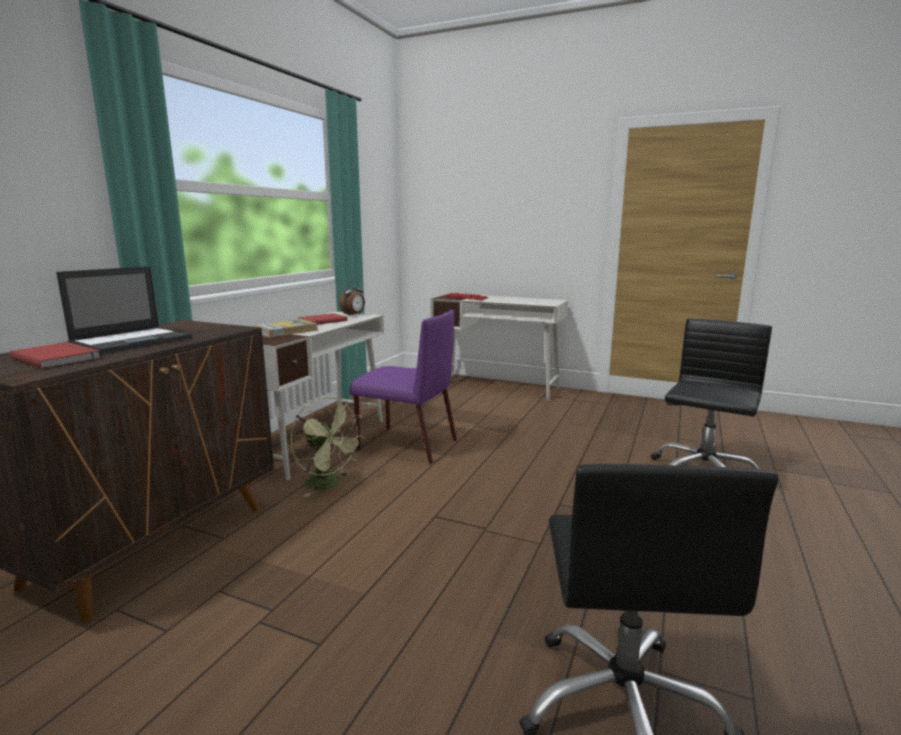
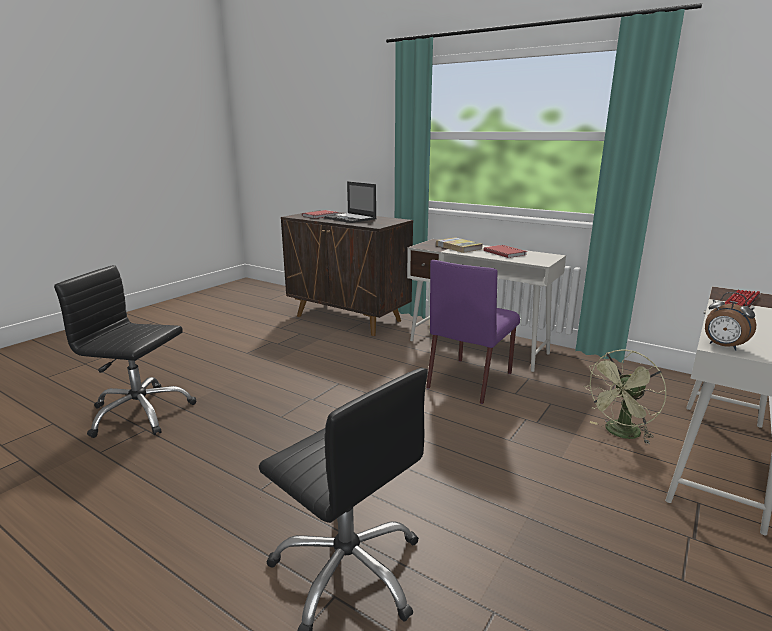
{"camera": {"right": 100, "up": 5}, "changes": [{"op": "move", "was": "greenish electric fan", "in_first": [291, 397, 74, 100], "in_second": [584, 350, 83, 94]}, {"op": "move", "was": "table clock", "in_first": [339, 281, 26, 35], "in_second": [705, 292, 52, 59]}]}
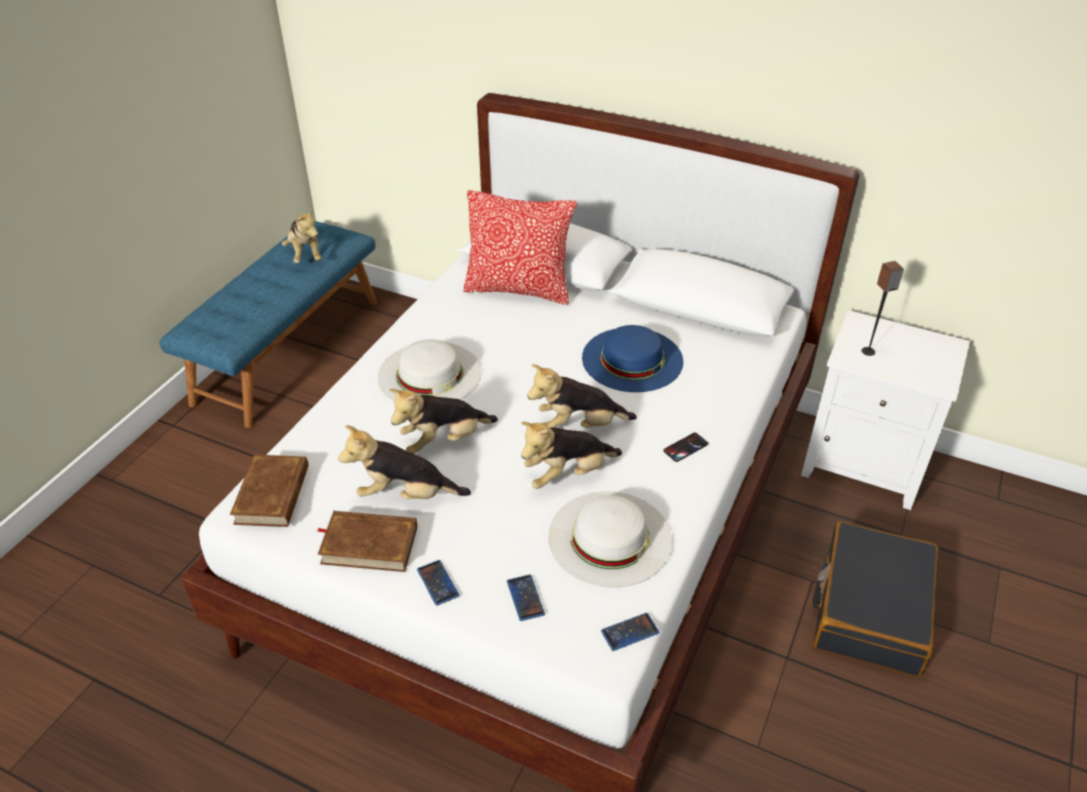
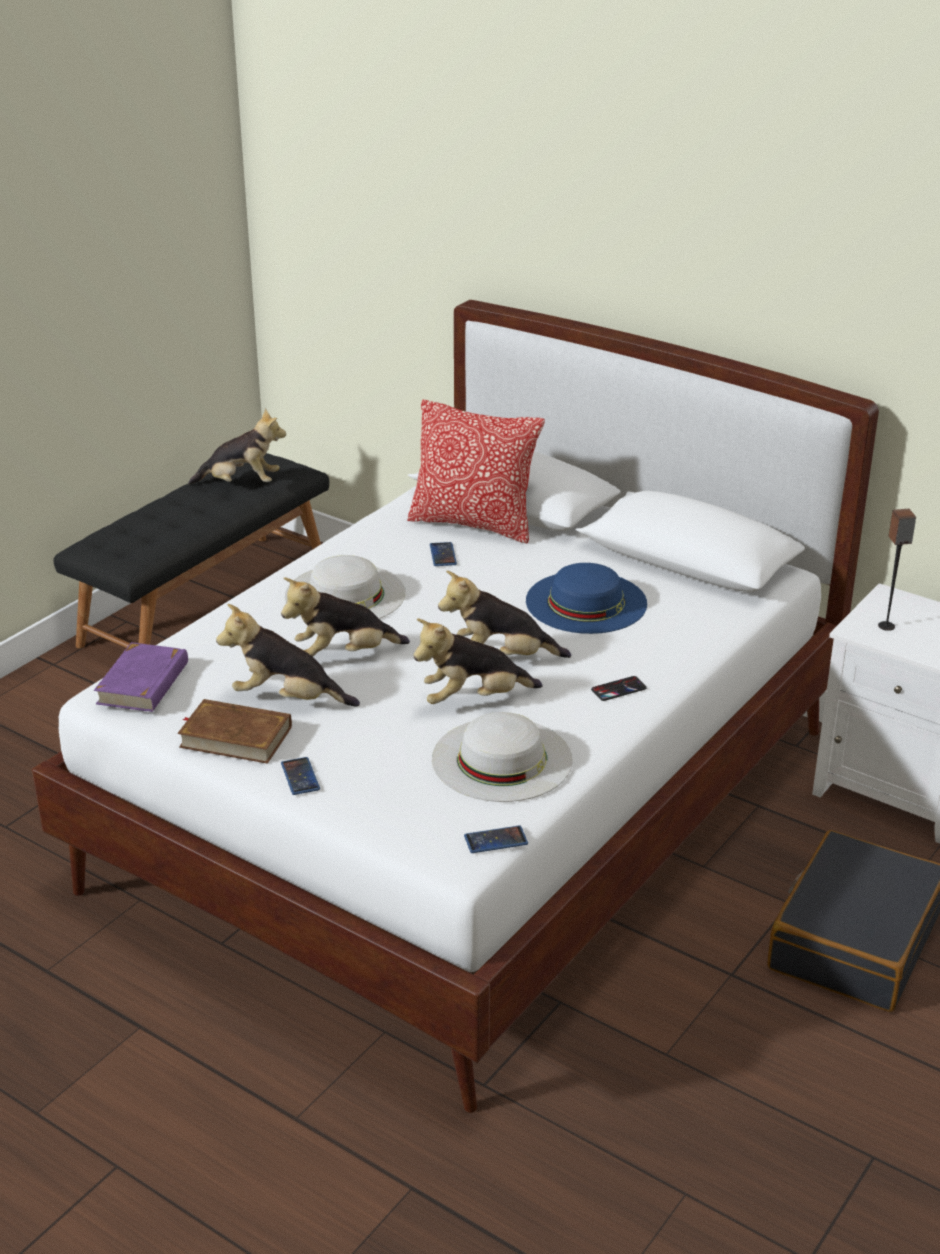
{"camera": {"right": 10, "up": -10}, "changes": [{"op": "recolor", "was": "blue-coloured bench", "now": "black bench", "in_first": [159, 221, 218, 207], "in_second": [54, 453, 275, 195]}, {"op": "recolor", "was": "brown-coloured bound book", "now": "purple-coloured bound book", "in_first": [230, 455, 79, 72], "in_second": [94, 642, 94, 70]}, {"op": "rotate", "was": "cuddly toy", "in_first": [282, 208, 40, 55], "in_second": [188, 408, 98, 77], "clockwise": -75}, {"op": "move", "was": "phone", "in_first": [507, 575, 38, 46], "in_second": [430, 542, 27, 24]}]}
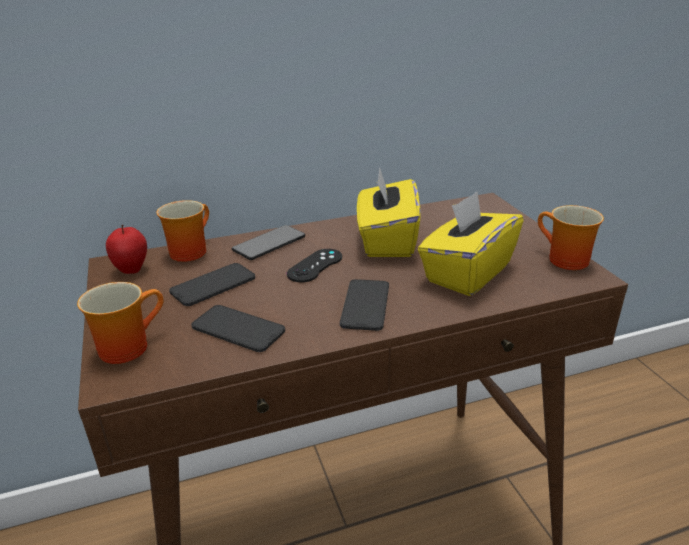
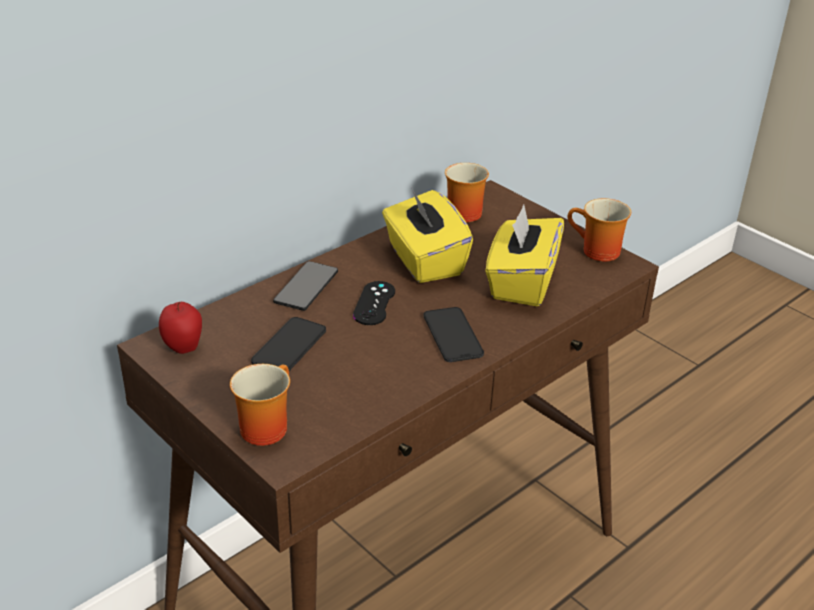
{"camera": {"right": -25, "up": 5}, "changes": [{"op": "move", "was": "tea mug", "in_first": [156, 200, 53, 62], "in_second": [445, 163, 44, 59]}, {"op": "delete", "was": "phone", "in_first": [191, 305, 94, 47]}]}
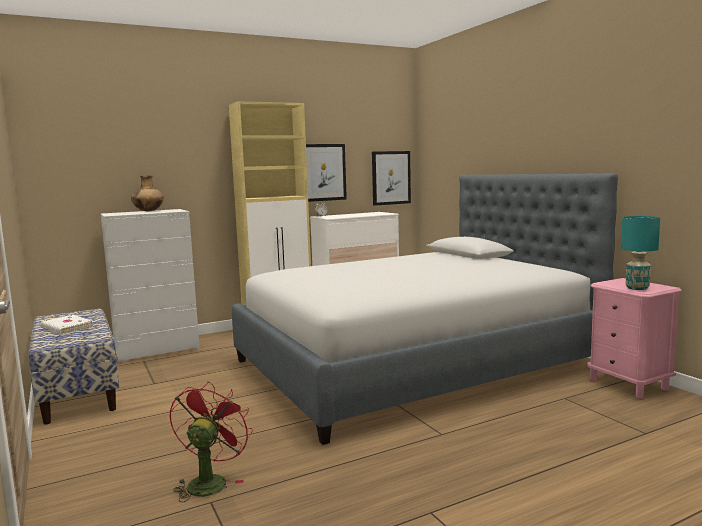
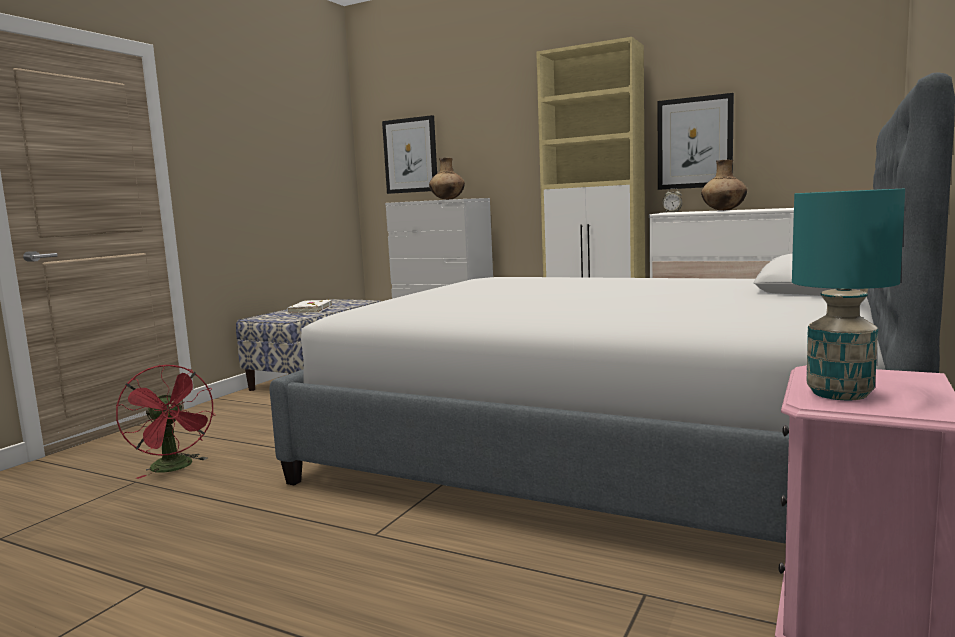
{"camera": {"right": 55, "up": 0}, "changes": [{"op": "rotate", "was": "red electric fan", "in_first": [170, 381, 83, 121], "in_second": [116, 365, 100, 114], "clockwise": 75}, {"op": "move", "was": "picture", "in_first": [372, 151, 39, 55], "in_second": [382, 115, 55, 79]}, {"op": "insert", "now": "brown-coloured vase", "in_second": [701, 160, 46, 51]}]}
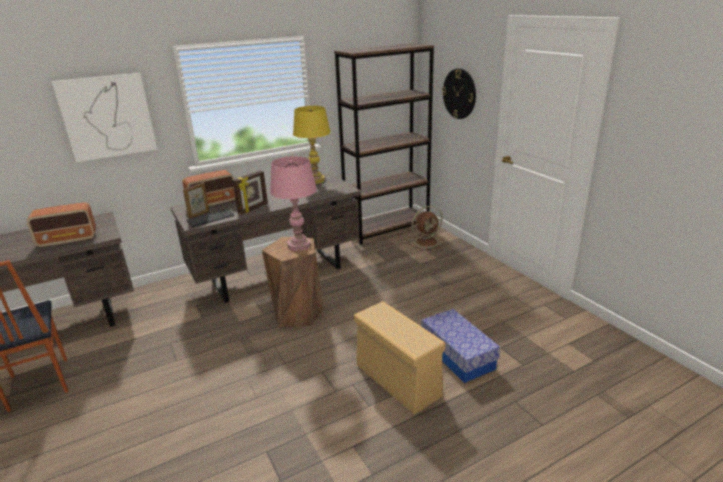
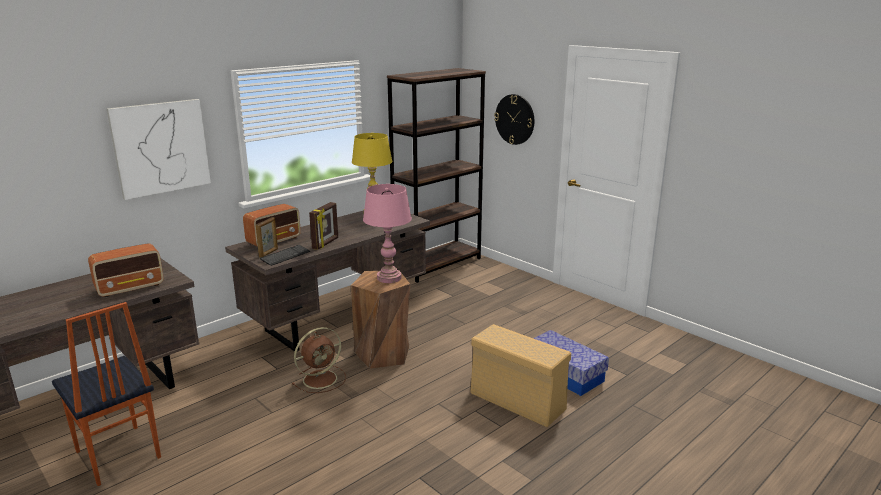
{"camera": {"right": -15, "up": -5}, "changes": [{"op": "move", "was": "brown-coloured electric fan", "in_first": [408, 206, 37, 44], "in_second": [292, 327, 54, 66]}]}
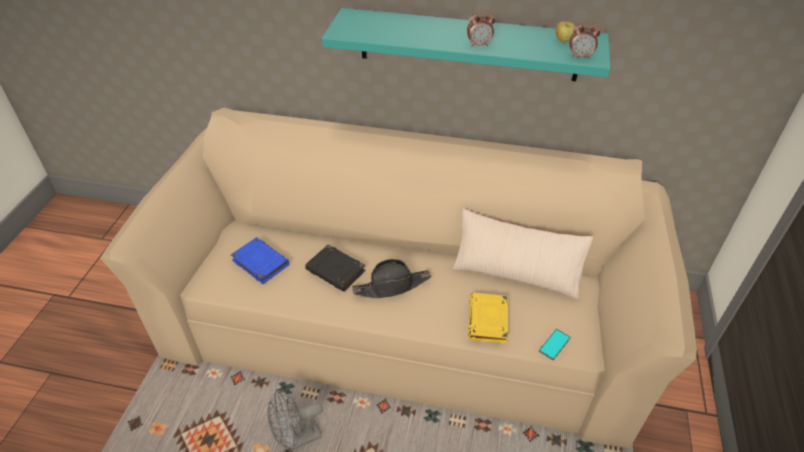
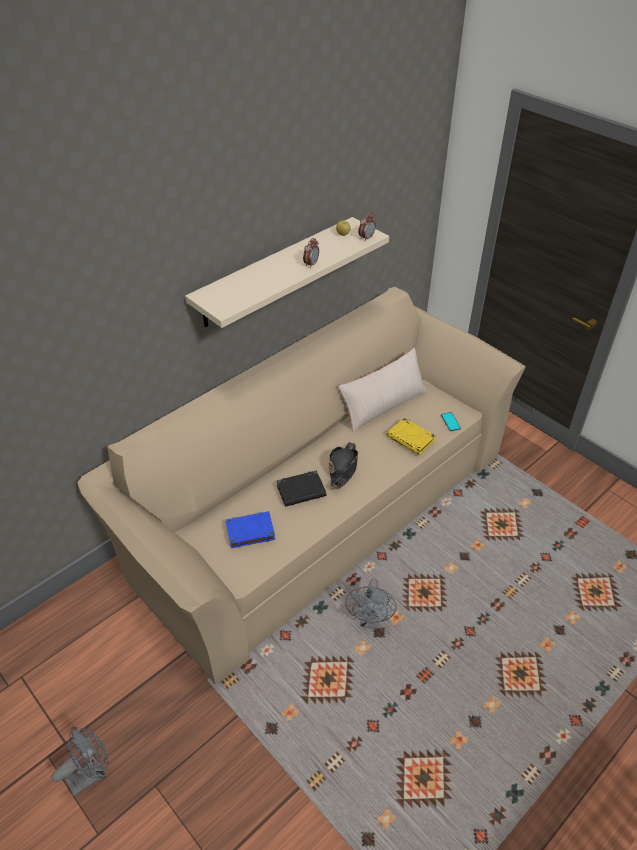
{"camera": {"right": -55, "up": 0}, "changes": [{"op": "recolor", "was": "blue-green wall shelf", "now": "beige-coloured wall shelf", "in_first": [322, 8, 289, 73], "in_second": [185, 217, 204, 111]}, {"op": "insert", "now": "greyish electric fan", "in_second": [51, 727, 58, 70]}]}
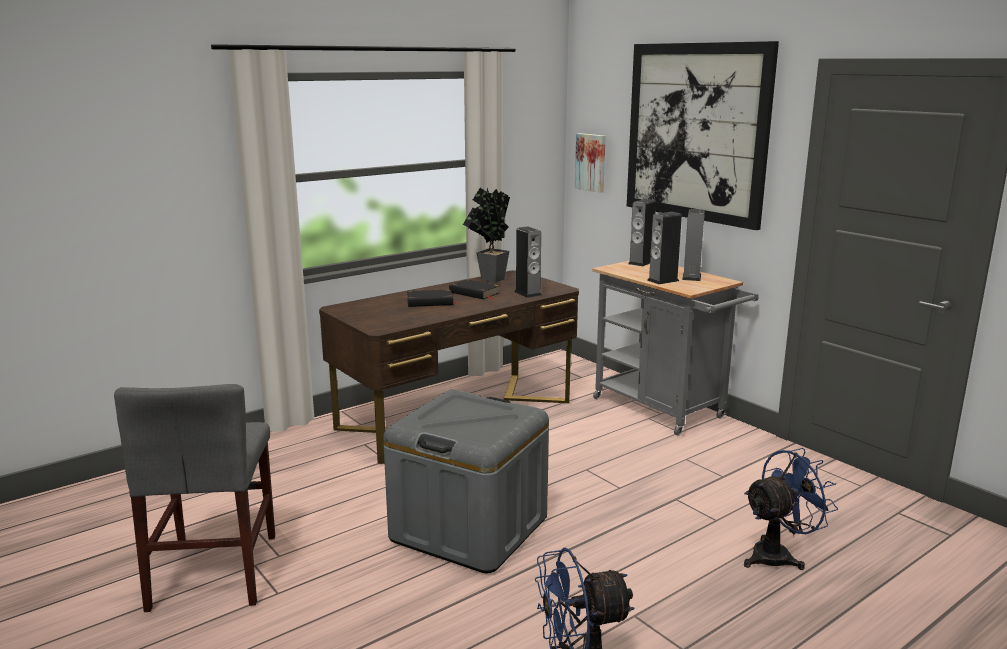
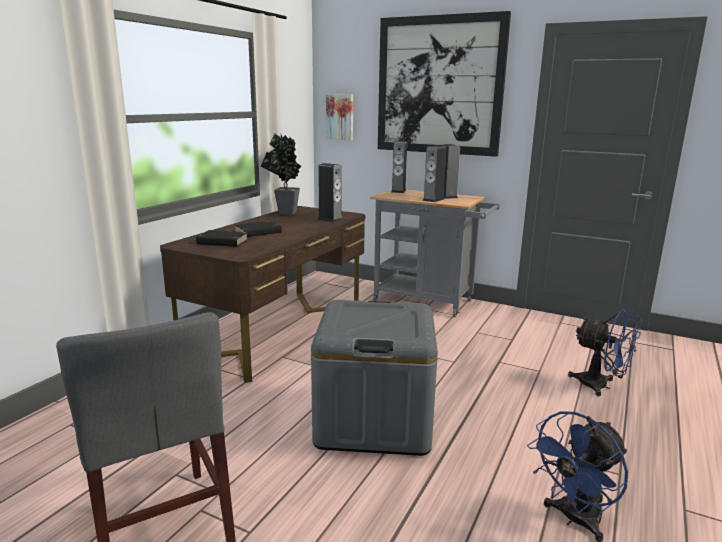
{"camera": {"right": -25, "up": 0}, "changes": [{"op": "move", "was": "black bound book", "in_first": [449, 279, 51, 20], "in_second": [196, 230, 52, 17]}, {"op": "rotate", "was": "blue-coloured electric fan", "in_first": [744, 448, 94, 122], "in_second": [568, 309, 74, 87], "clockwise": 90}]}
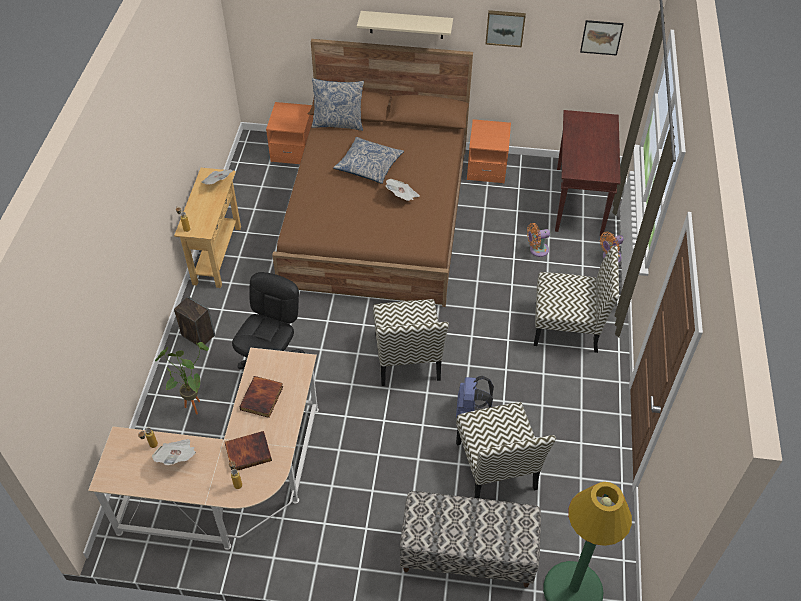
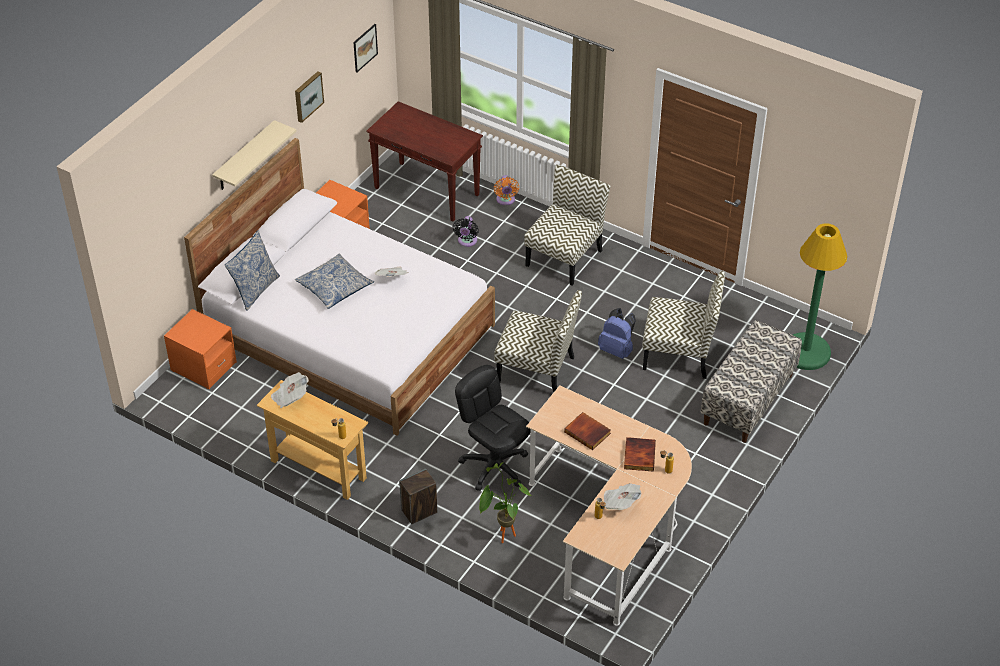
{"camera": {"right": -65, "up": -5}, "changes": [{"op": "recolor", "was": "brown-coloured sleeping bed", "now": "whitish sleeping bed", "in_first": [272, 39, 201, 268], "in_second": [184, 138, 311, 298]}, {"op": "recolor", "was": "orangey electric fan", "now": "black electric fan", "in_first": [527, 223, 23, 34], "in_second": [453, 216, 26, 31]}]}
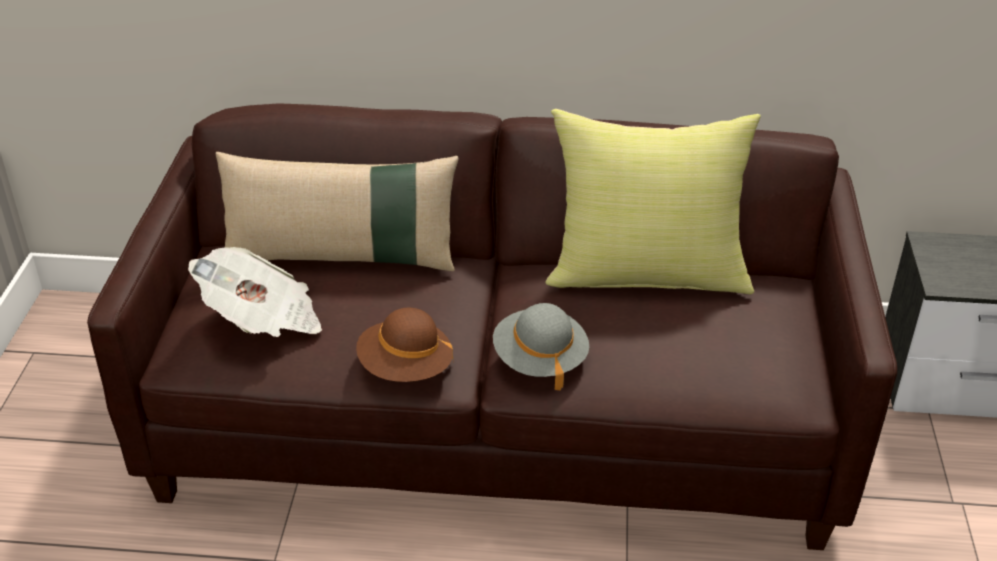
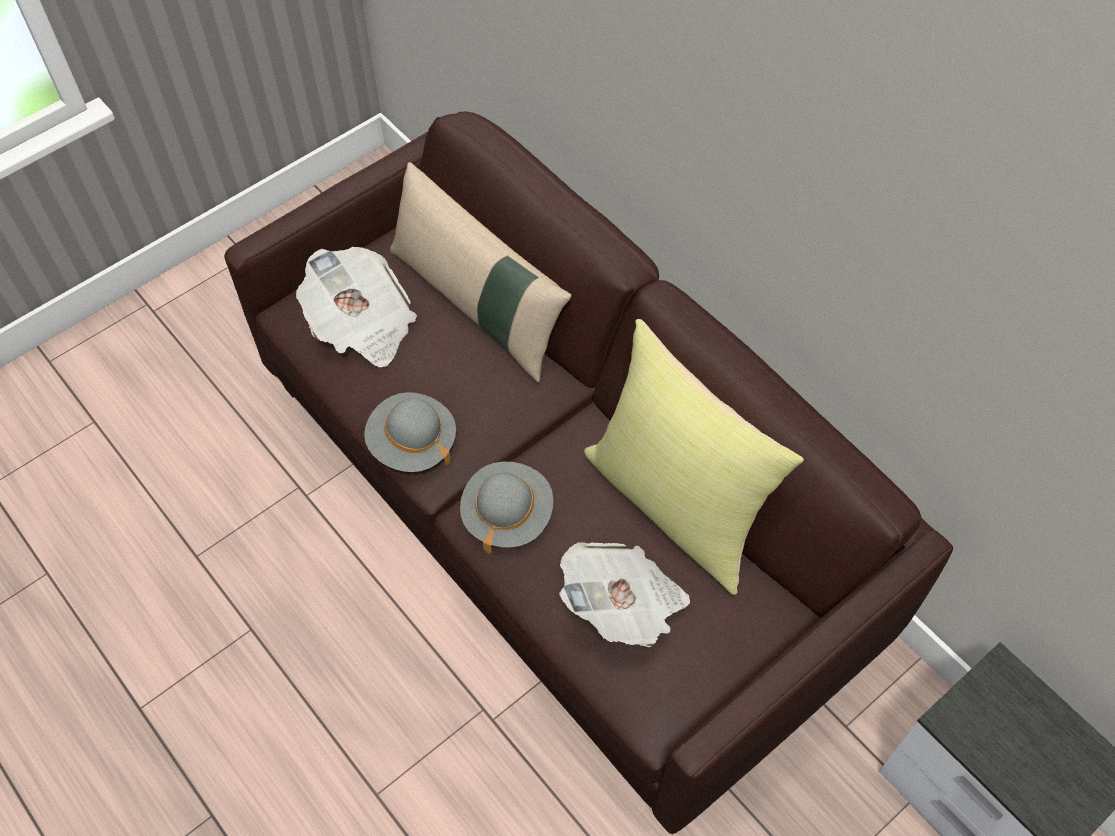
{"camera": {"right": 45, "up": 20}, "changes": [{"op": "recolor", "was": "brown-coloured clothing hat", "now": "greyish clothing hat", "in_first": [356, 308, 97, 74], "in_second": [364, 392, 92, 80]}, {"op": "insert", "now": "printed paper", "in_second": [559, 542, 131, 106]}]}
